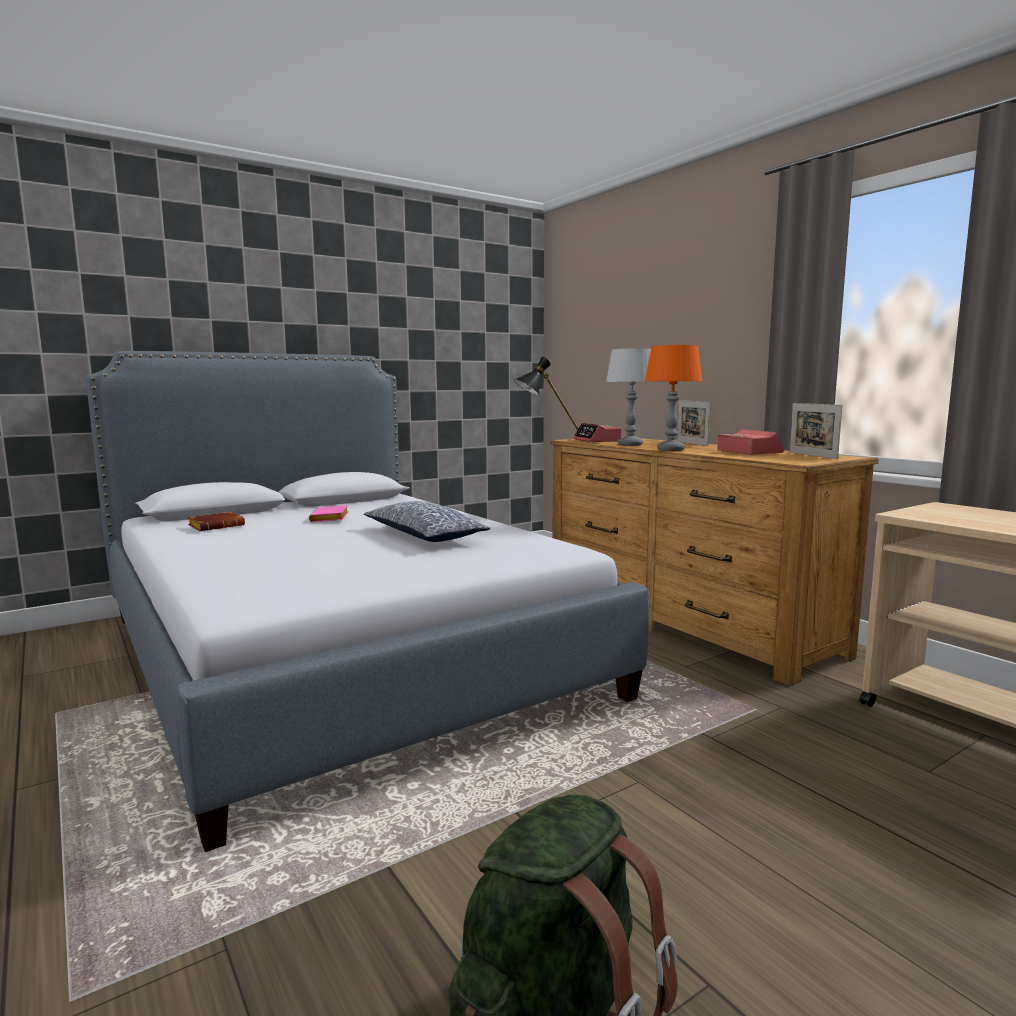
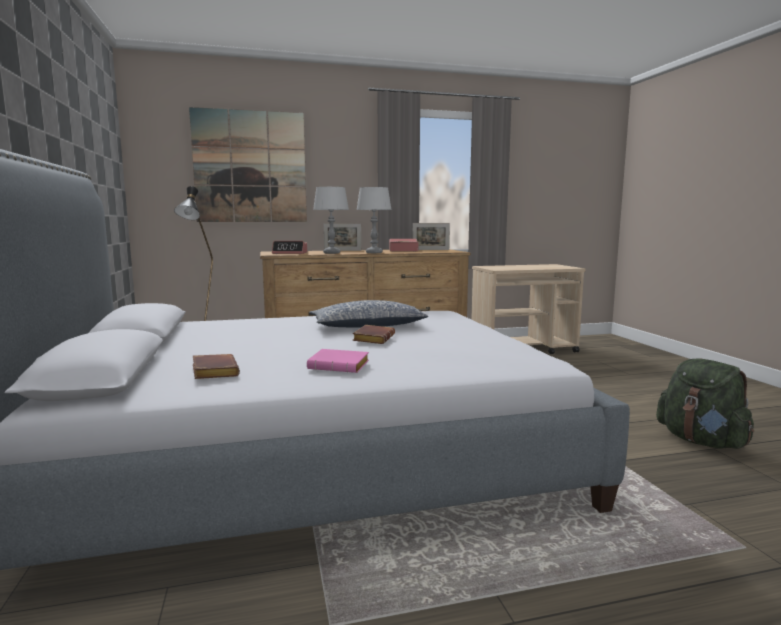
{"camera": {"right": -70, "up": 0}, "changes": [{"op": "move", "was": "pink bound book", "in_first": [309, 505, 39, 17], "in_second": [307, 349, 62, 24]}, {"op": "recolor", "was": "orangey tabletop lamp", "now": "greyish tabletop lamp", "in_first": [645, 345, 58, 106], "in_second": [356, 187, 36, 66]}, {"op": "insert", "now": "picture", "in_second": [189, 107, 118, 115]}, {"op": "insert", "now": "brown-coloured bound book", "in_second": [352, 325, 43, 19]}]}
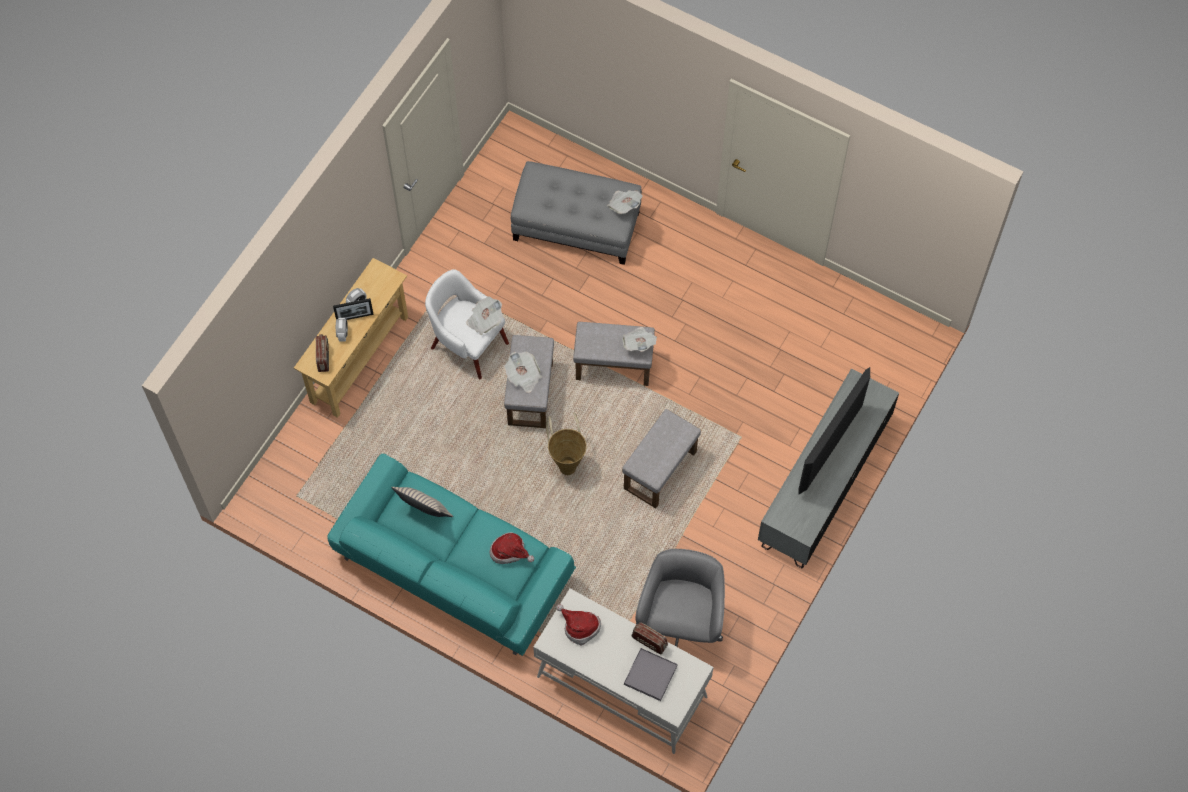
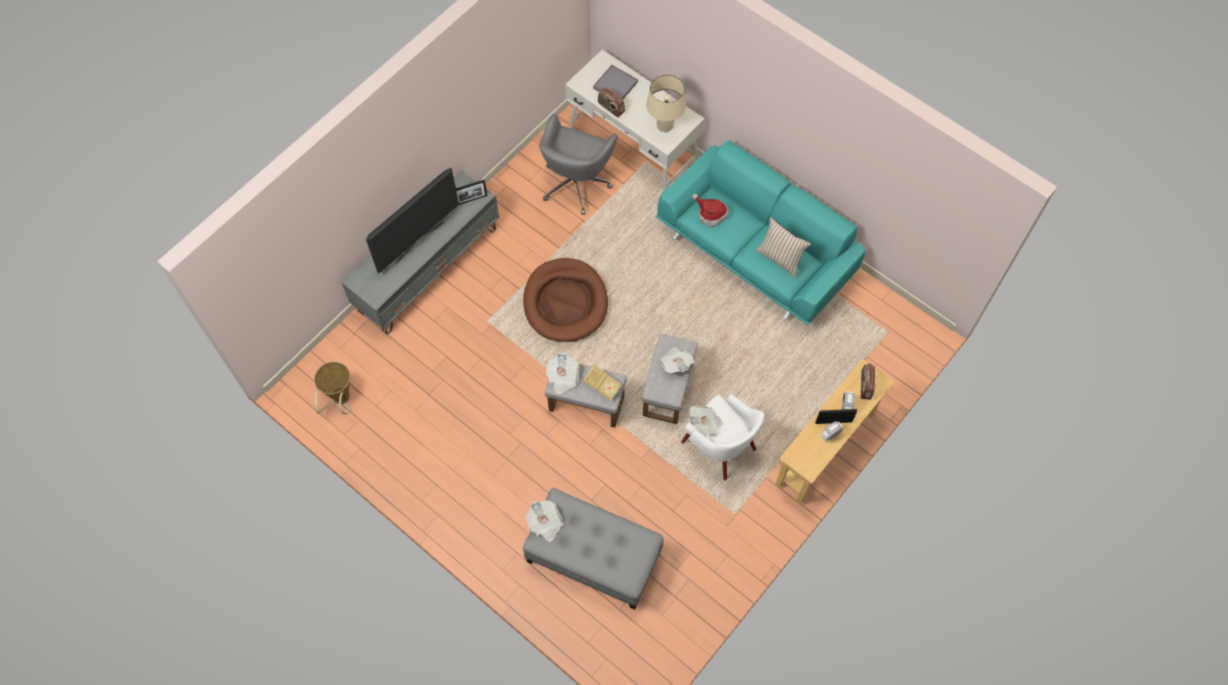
{"camera": {"right": -170, "up": 0}, "changes": [{"op": "move", "was": "household basket", "in_first": [546, 412, 41, 63], "in_second": [314, 361, 38, 53]}, {"op": "replace", "was": "clothing hat", "now": "beige-coloured tabletop lamp", "in_first": [556, 604, 45, 42], "in_second": [647, 75, 39, 57]}, {"op": "replace", "was": "greyish pouffe", "now": "brown-coloured dog cushion", "in_first": [622, 409, 79, 100], "in_second": [523, 258, 85, 84]}, {"op": "insert", "now": "standing frame", "in_second": [456, 180, 31, 25]}, {"op": "insert", "now": "bound book", "in_second": [583, 364, 38, 37]}]}
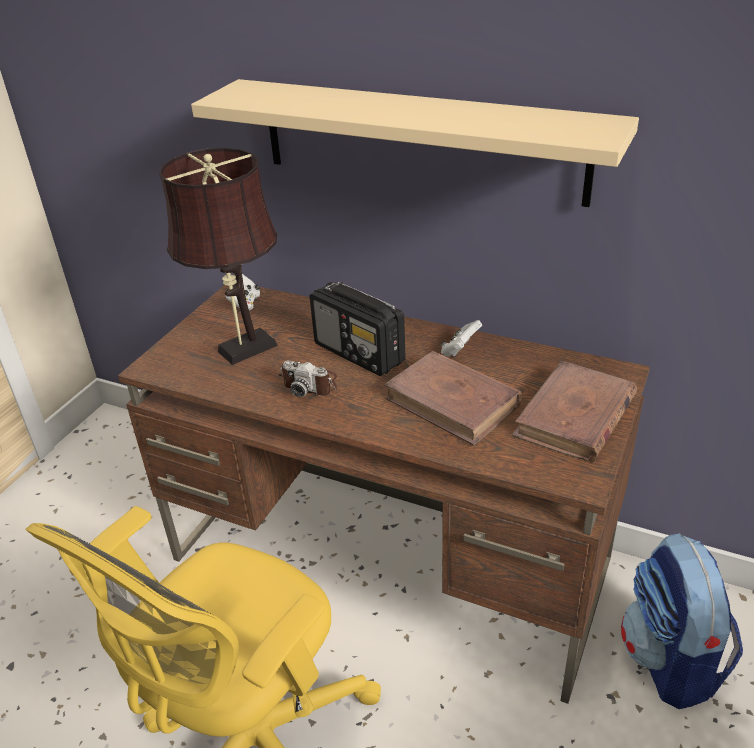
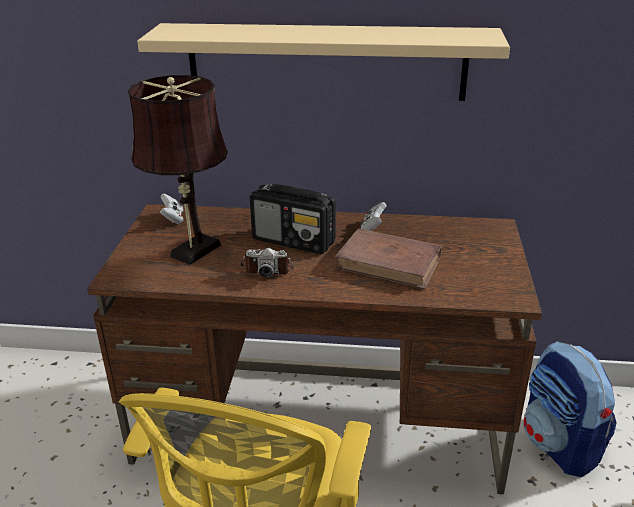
{"camera": {"right": -20, "up": -5}, "changes": [{"op": "delete", "was": "brown-coloured bound book", "in_first": [512, 361, 125, 102]}]}
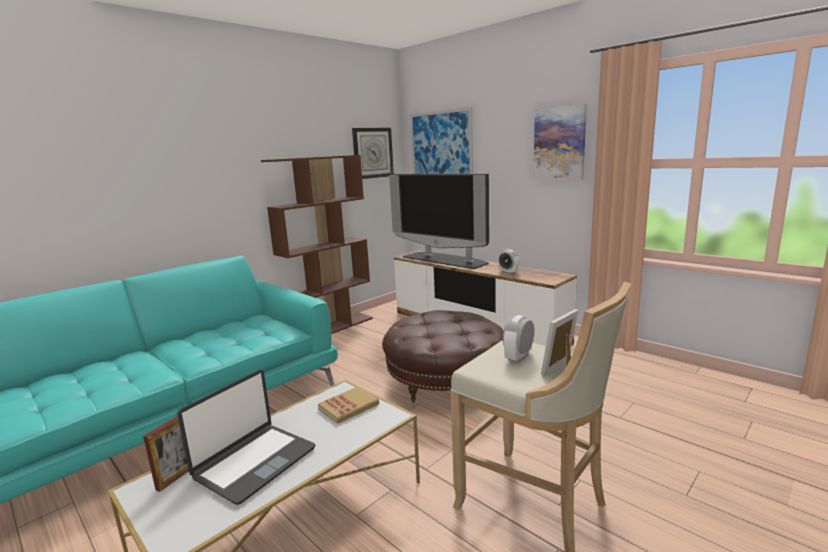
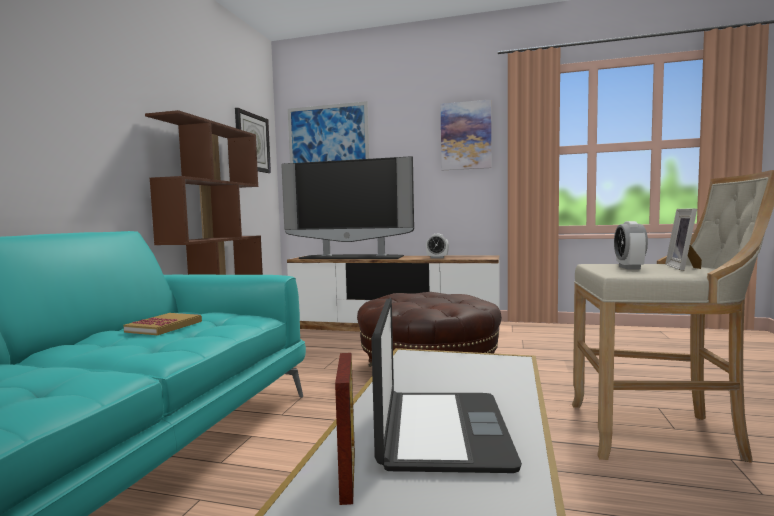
{"camera": {"right": -30, "up": -10}, "changes": [{"op": "move", "was": "bound book", "in_first": [318, 386, 61, 38], "in_second": [123, 313, 79, 22]}]}
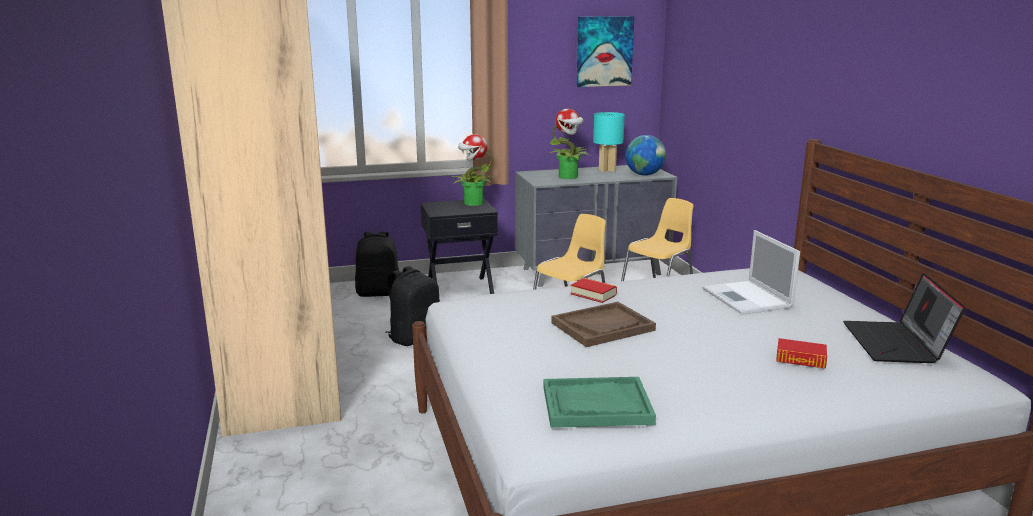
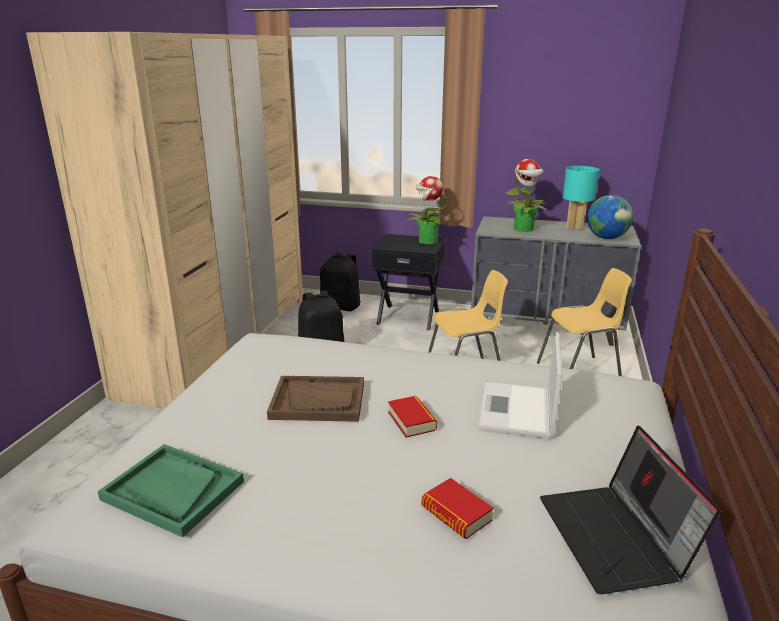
{"camera": {"right": 30, "up": 5}, "changes": [{"op": "move", "was": "bound book", "in_first": [570, 278, 47, 25], "in_second": [388, 396, 49, 42]}, {"op": "delete", "was": "picture", "in_first": [577, 16, 57, 71]}, {"op": "rotate", "was": "notebook computer", "in_first": [843, 273, 123, 90], "in_second": [540, 425, 181, 169], "clockwise": -45}]}
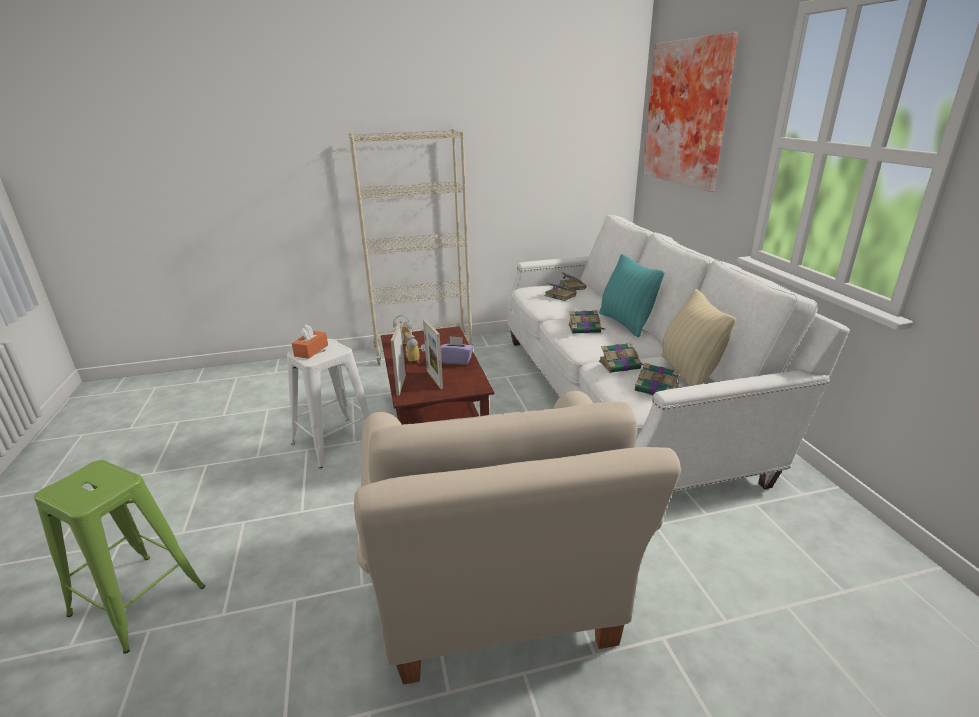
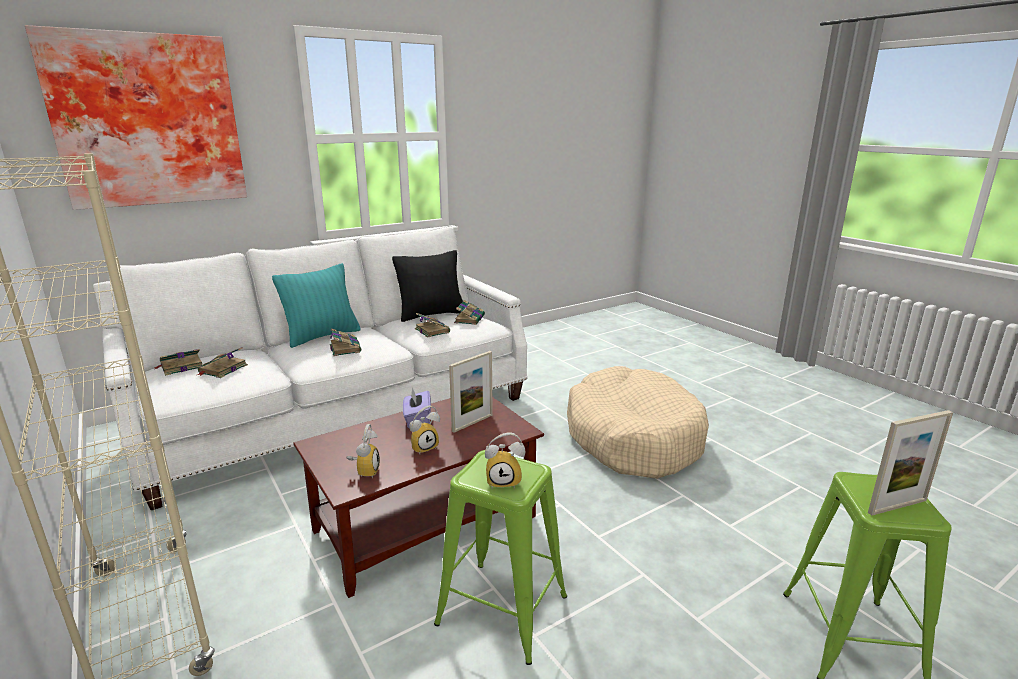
{"camera": {"right": -110, "up": -5}, "changes": [{"op": "recolor", "was": "whitish sitting stool", "now": "greenish sitting stool", "in_first": [287, 339, 83, 129], "in_second": [434, 450, 133, 215]}, {"op": "replace", "was": "orangey box of tissues", "now": "table clock", "in_first": [292, 325, 36, 34], "in_second": [485, 432, 40, 57]}, {"op": "replace", "was": "beige-coloured armchair", "now": "beige-coloured dog cushion", "in_first": [354, 391, 327, 293], "in_second": [567, 366, 142, 113]}, {"op": "move", "was": "standing frame", "in_first": [391, 323, 15, 73], "in_second": [868, 410, 85, 105]}, {"op": "recolor", "was": "beige-coloured throw pillow", "now": "black throw pillow", "in_first": [661, 289, 75, 97], "in_second": [392, 250, 71, 72]}]}
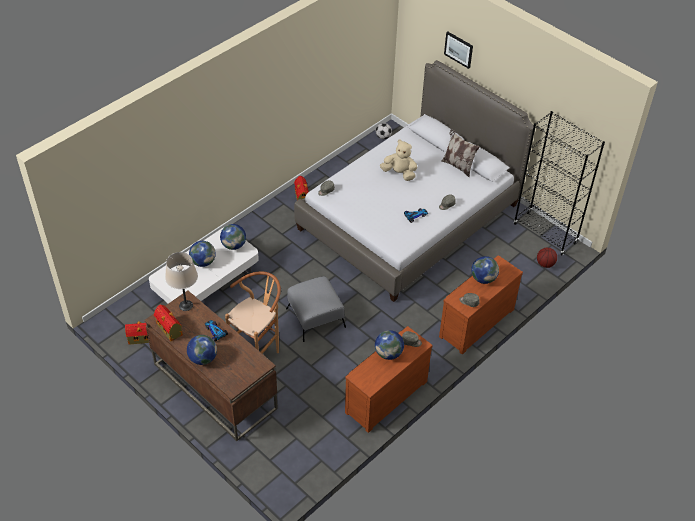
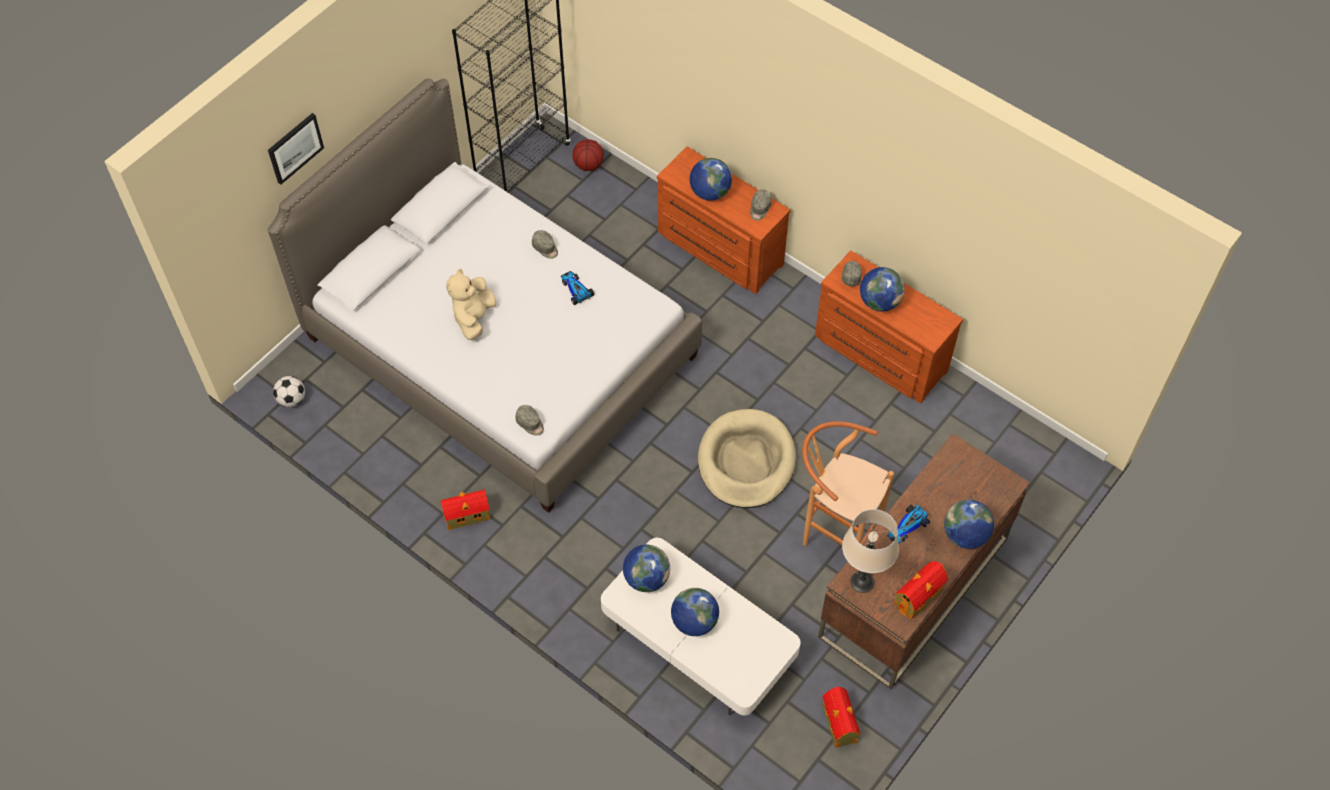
{"camera": {"right": -95, "up": 10}, "changes": [{"op": "replace", "was": "greyish pouffe", "now": "beige-coloured dog cushion", "in_first": [286, 276, 60, 66], "in_second": [698, 409, 98, 99]}, {"op": "delete", "was": "throw pillow", "in_first": [442, 129, 38, 48]}]}
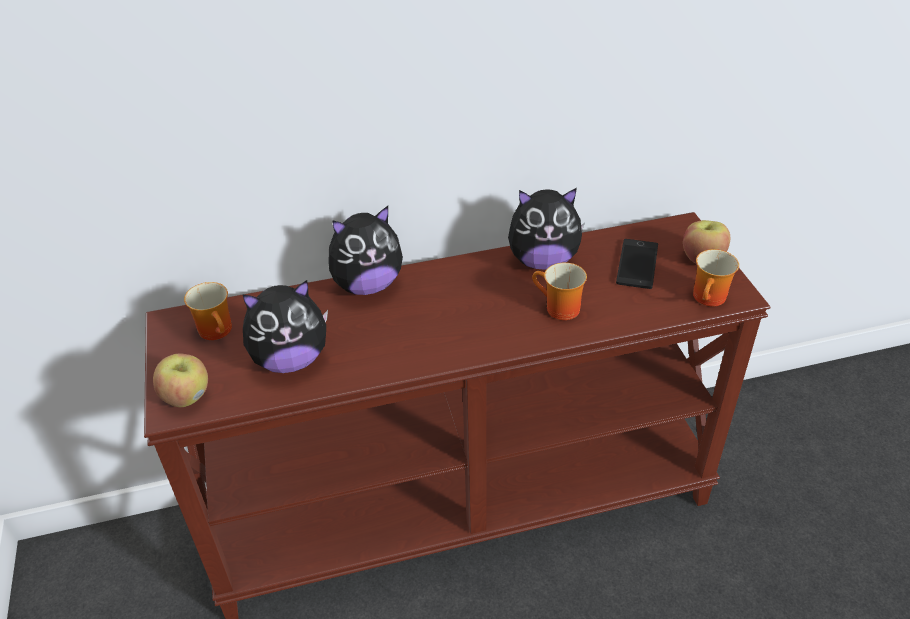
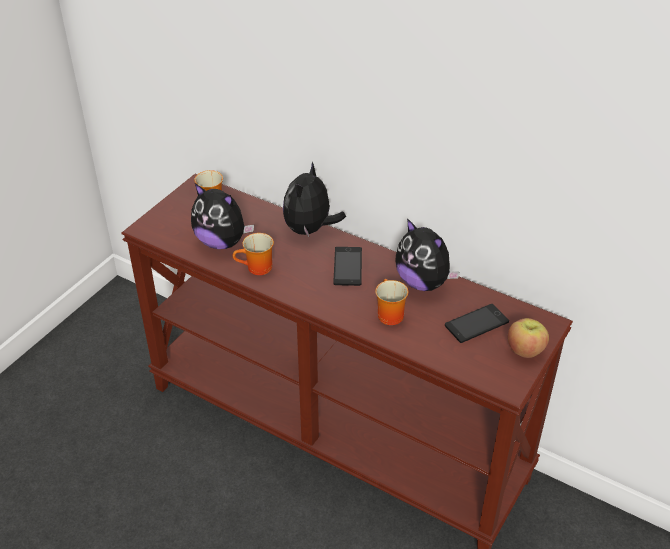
{"camera": {"right": 45, "up": 0}, "changes": [{"op": "delete", "was": "whole apple", "in_first": [153, 354, 55, 53]}, {"op": "rotate", "was": "cuddly toy", "in_first": [328, 206, 75, 89], "in_second": [283, 162, 63, 75], "clockwise": 90}, {"op": "move", "was": "tea mug", "in_first": [693, 249, 46, 57], "in_second": [233, 233, 41, 42]}, {"op": "insert", "now": "phone", "in_second": [333, 247, 29, 39]}]}
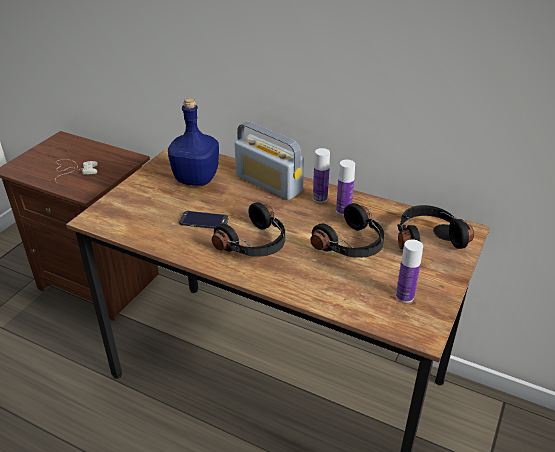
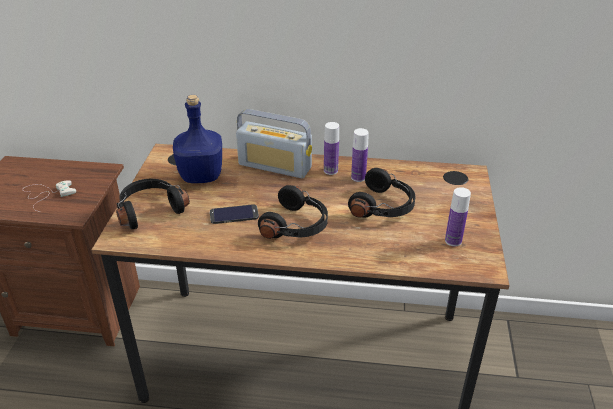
{"camera": {"right": -20, "up": 0}, "changes": [{"op": "move", "was": "black pair of headphones", "in_first": [397, 205, 77, 44], "in_second": [116, 179, 74, 50]}]}
